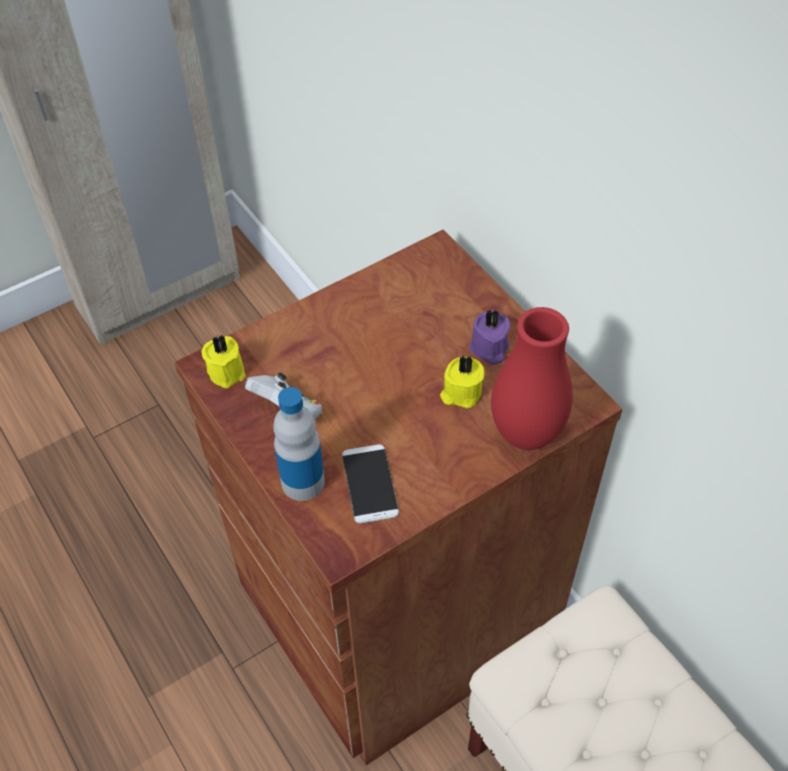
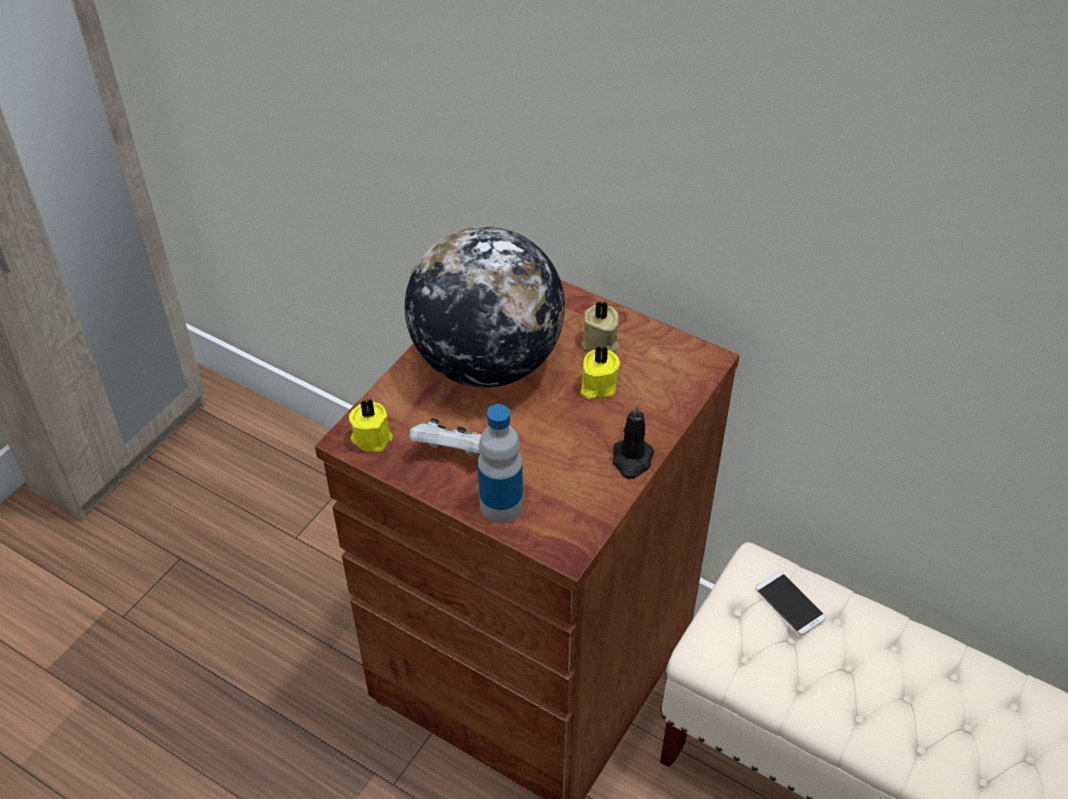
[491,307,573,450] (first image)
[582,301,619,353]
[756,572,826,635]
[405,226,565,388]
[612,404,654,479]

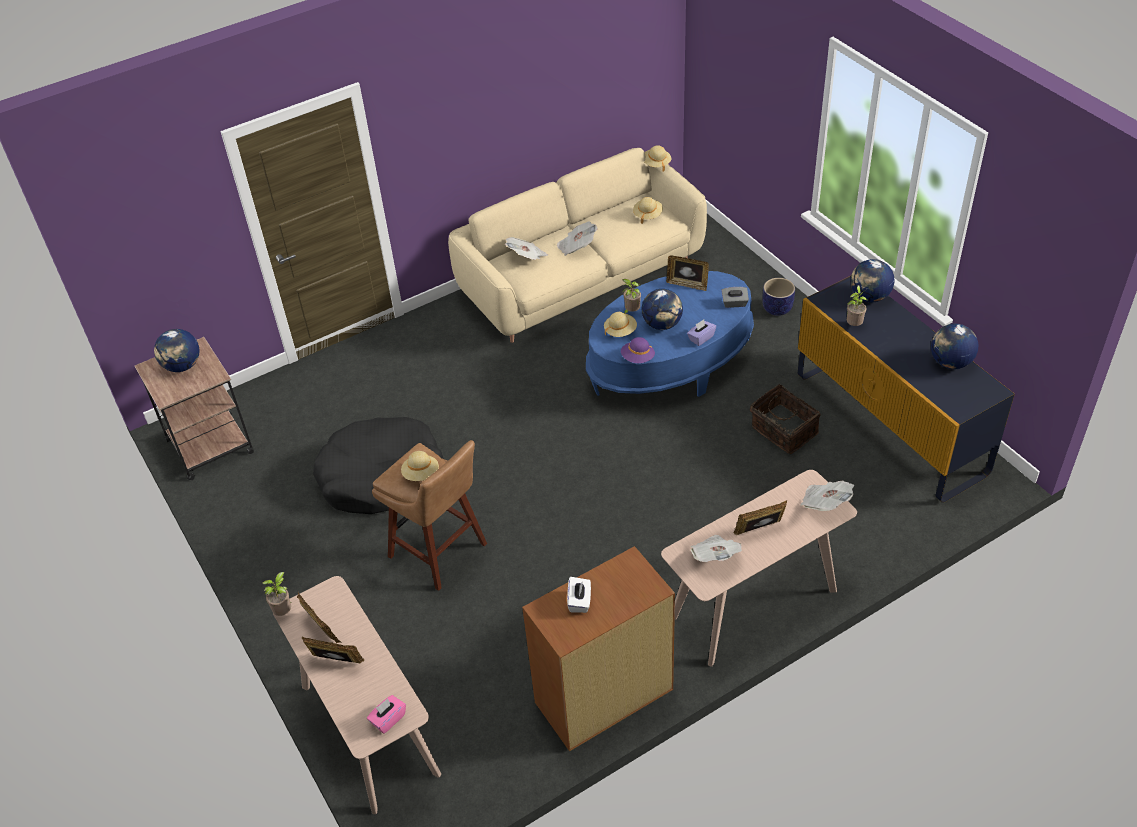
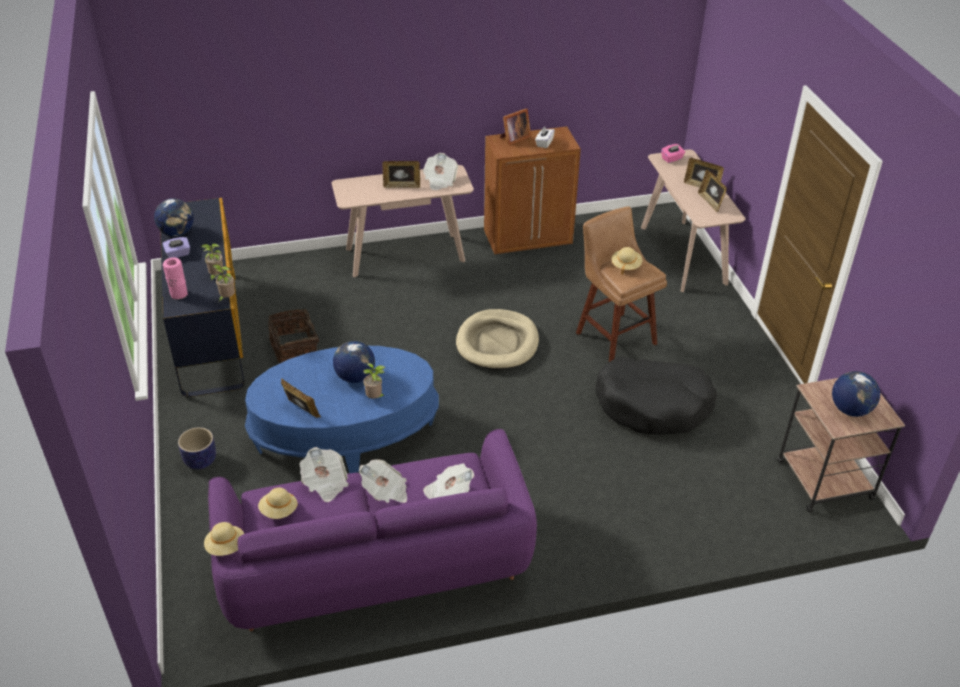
[208,429,537,631]
[163,258,188,300]
[721,287,749,308] (first image)
[604,312,637,337] (first image)
[162,237,190,258]
[621,337,655,363] (first image)
[299,447,349,502]
[212,265,235,302]
[500,108,531,145]
[456,309,539,370]

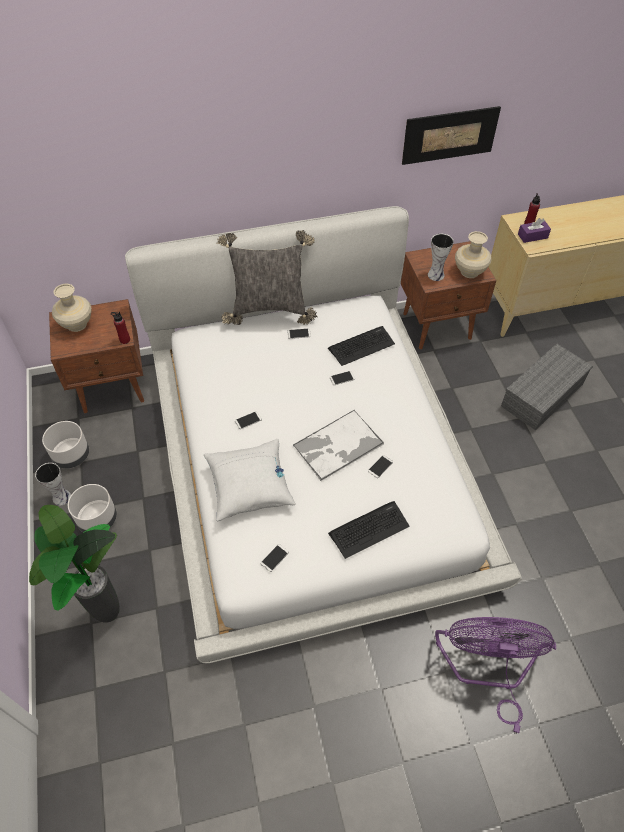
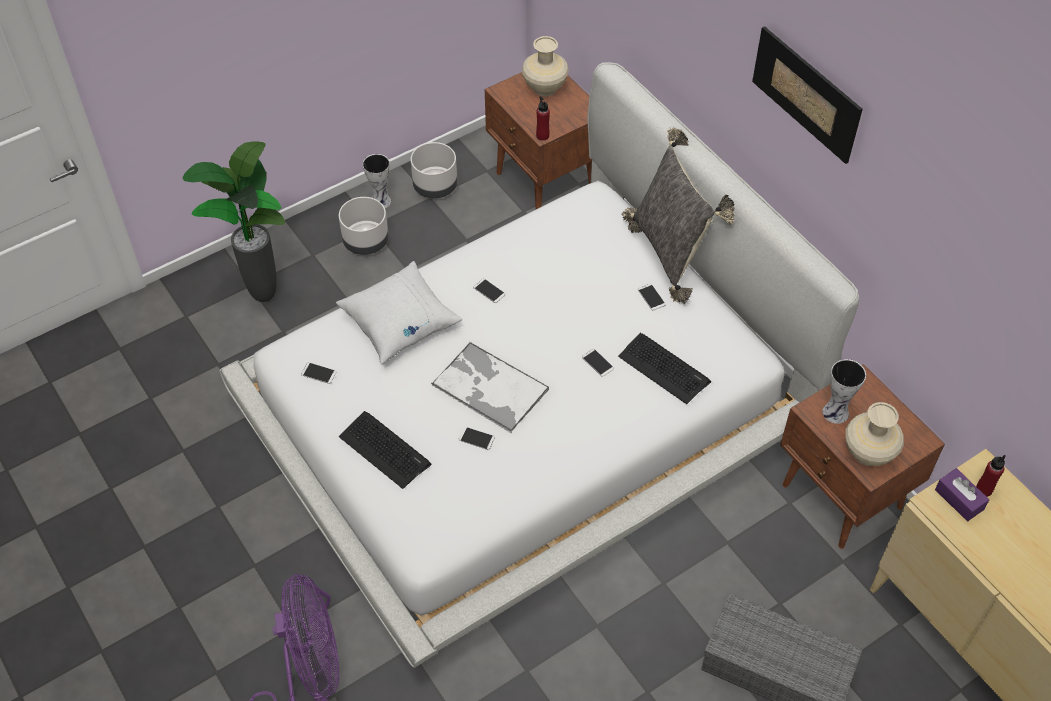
[752,26,863,164]

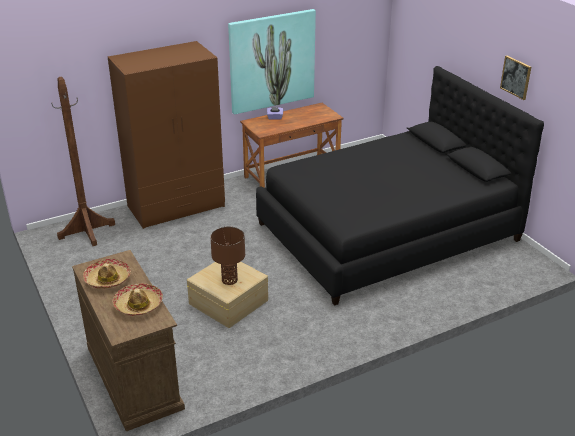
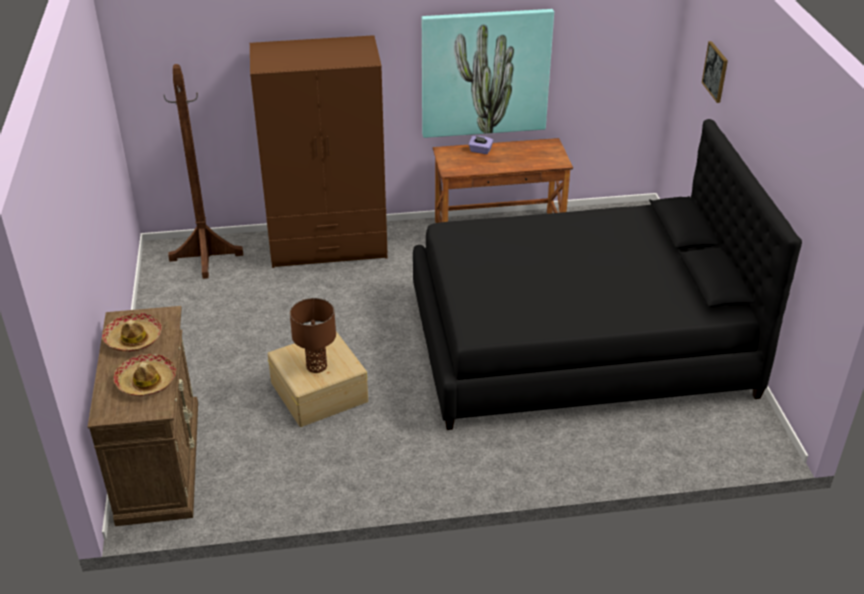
[702,41,728,103]

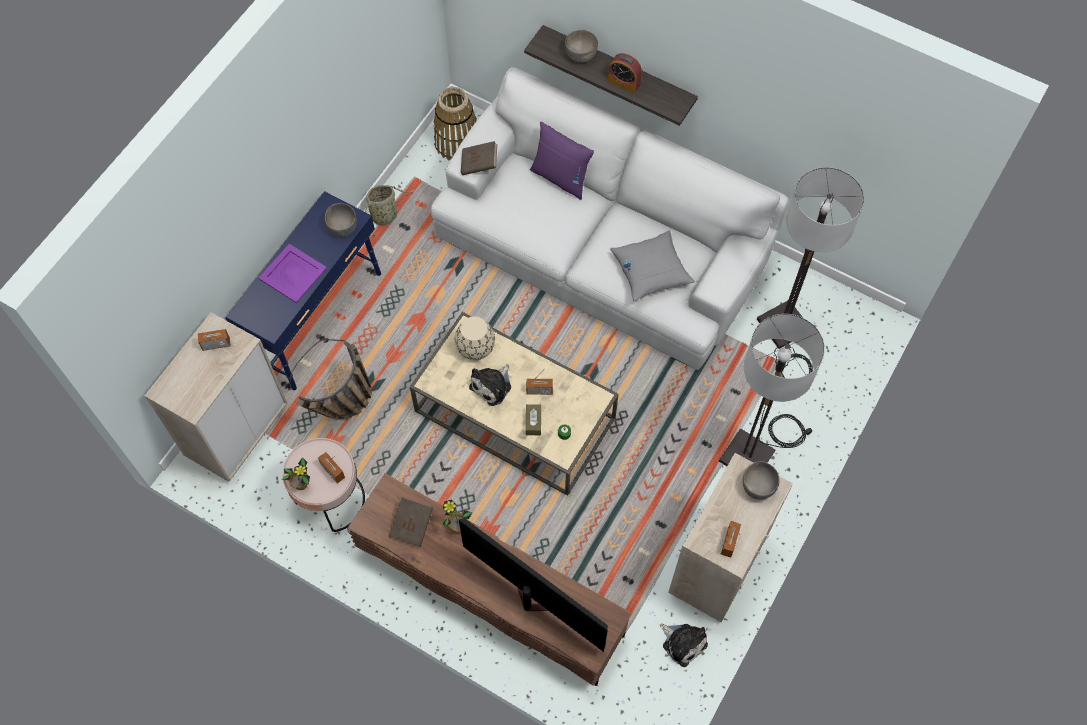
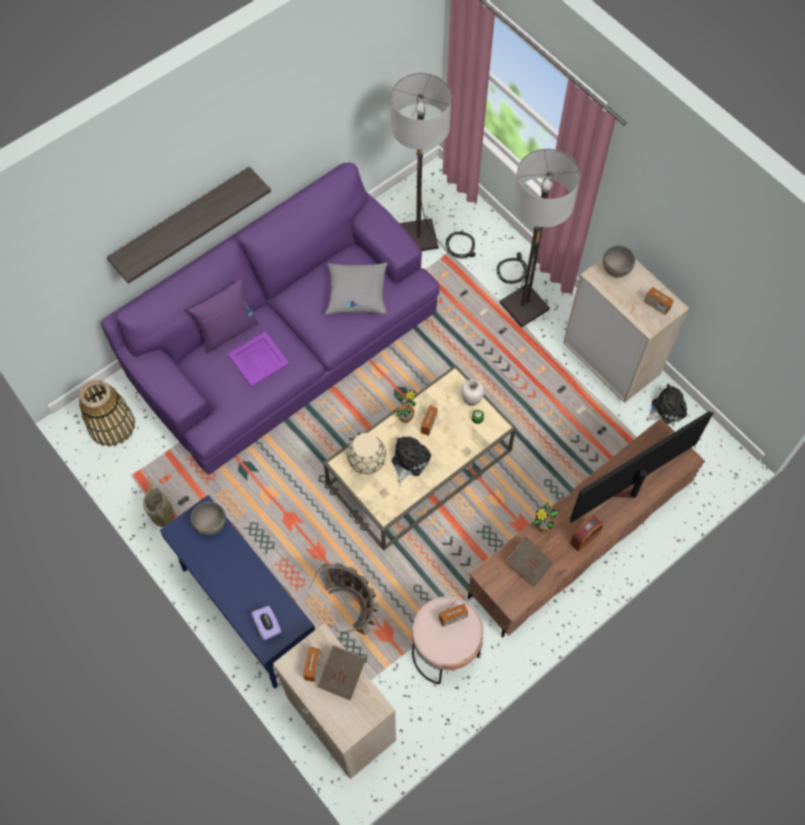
[565,30,598,63] (first image)
[570,515,603,552]
[101,163,440,475]
[318,645,366,700]
[228,332,289,387]
[392,436,431,484]
[526,404,541,435] (first image)
[396,390,416,423]
[461,379,484,406]
[251,606,281,640]

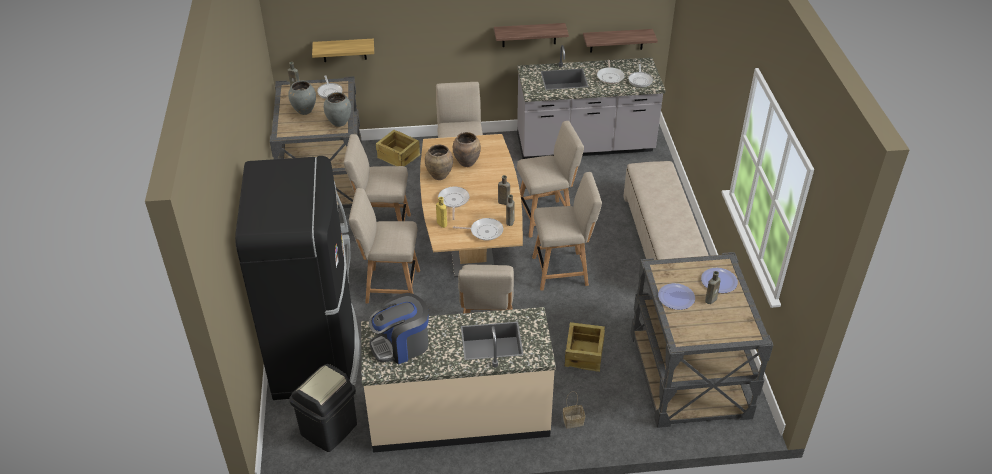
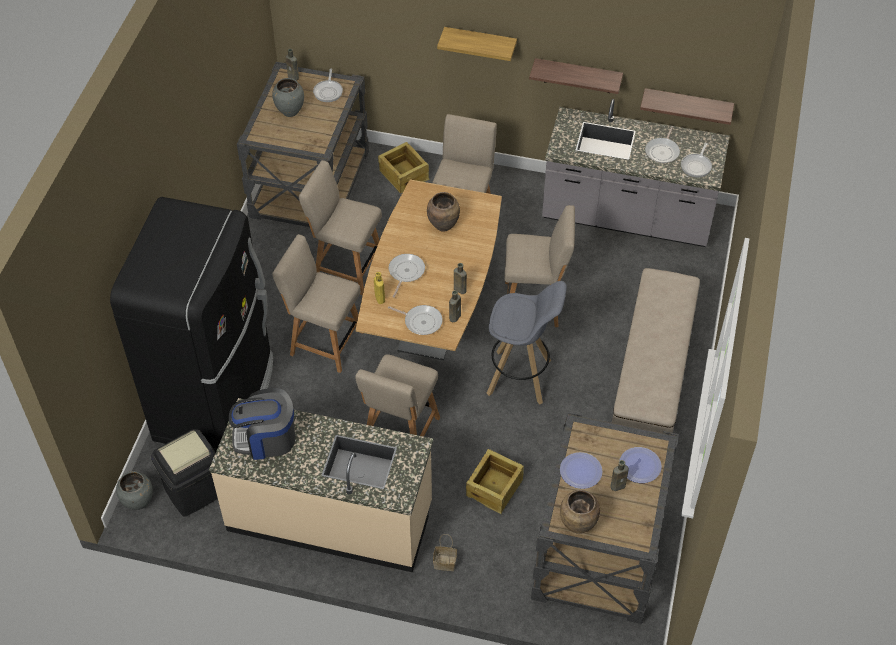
[437,27,517,61]
[116,471,153,510]
[560,490,600,534]
[487,281,567,405]

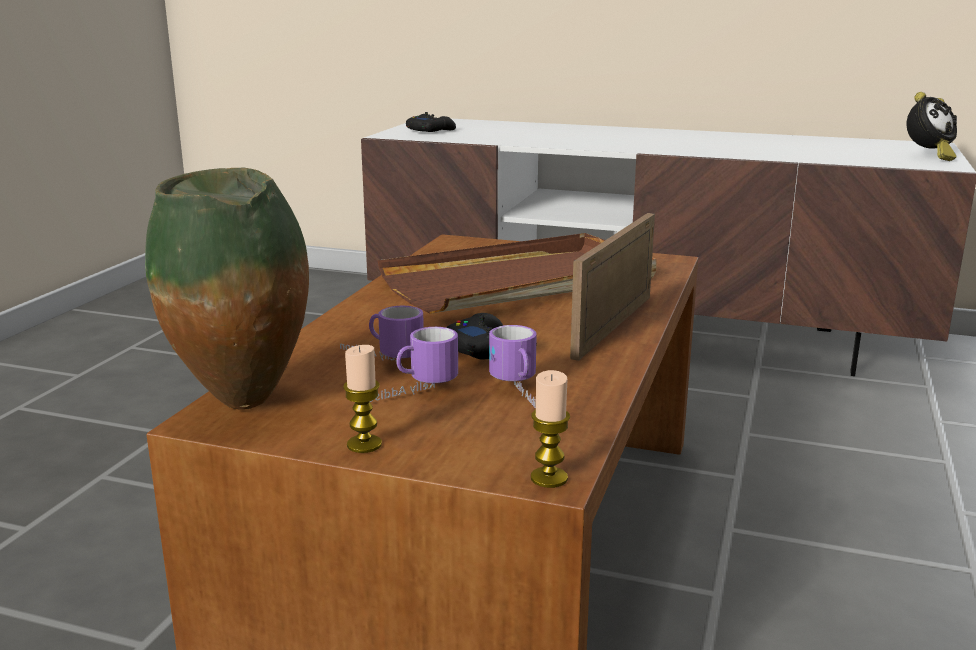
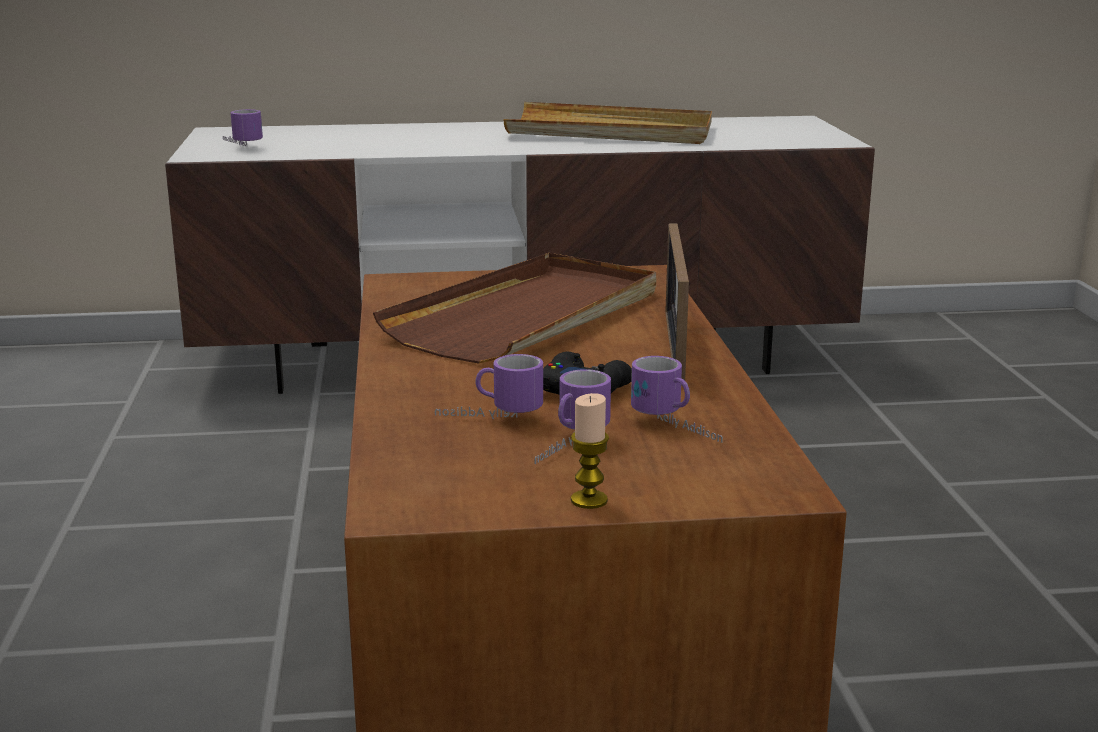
[907,92,957,161] (first image)
[223,109,263,146]
[145,168,309,410] (first image)
[531,370,570,488] (first image)
[503,102,712,144]

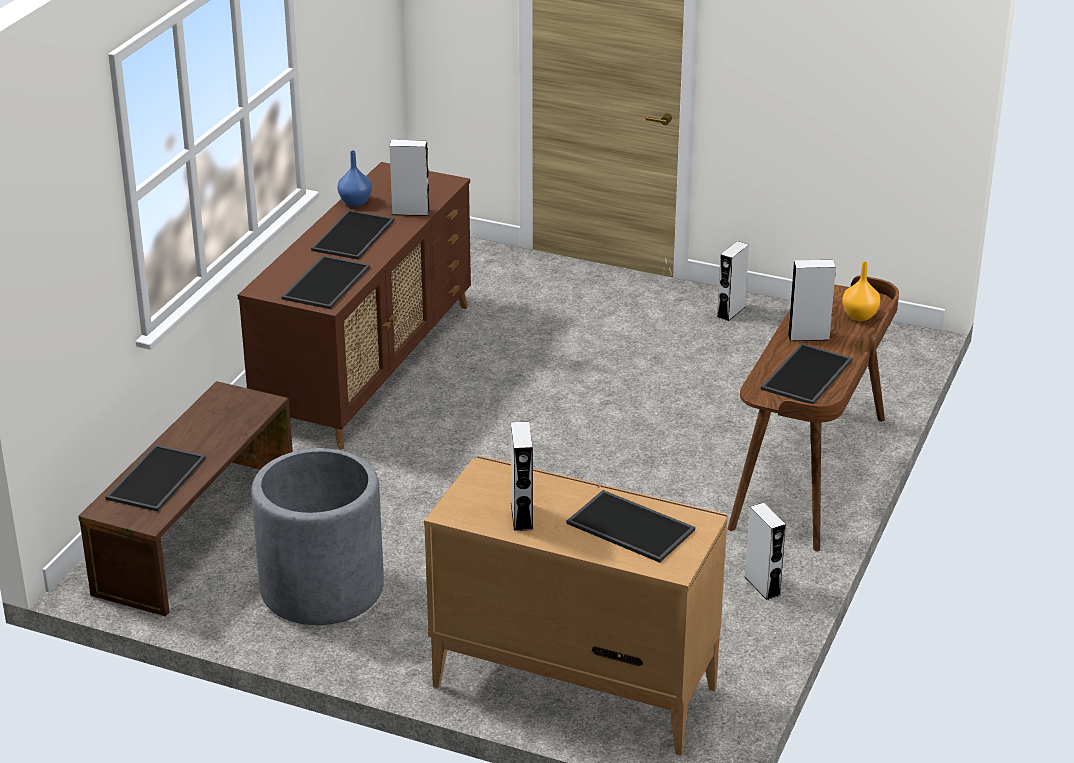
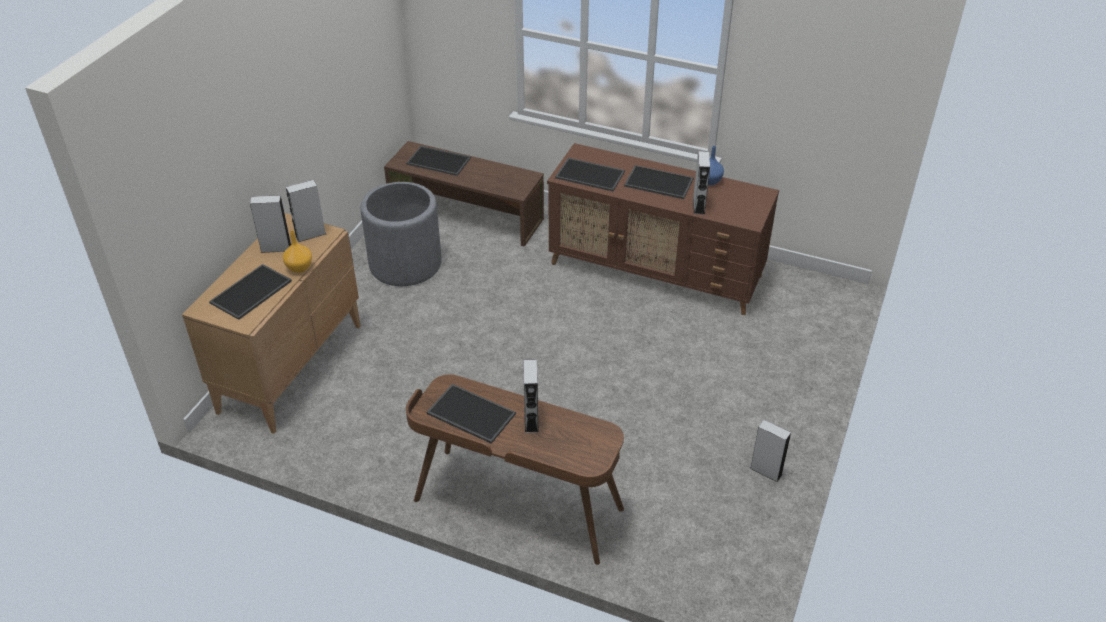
[283,230,312,273]
[286,180,326,242]

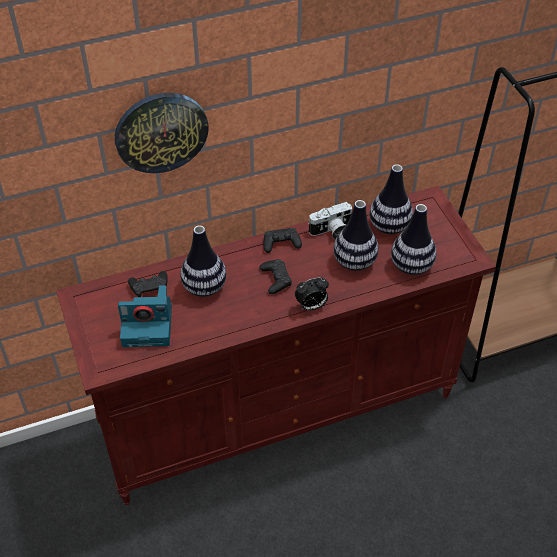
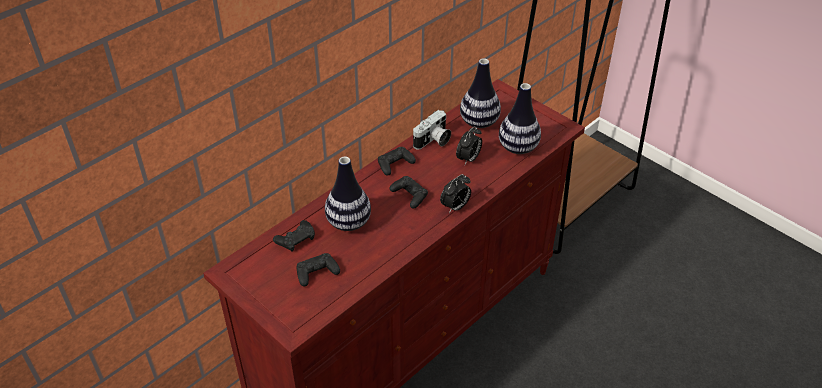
[115,93,209,173] (first image)
[456,126,482,165]
[297,253,340,287]

